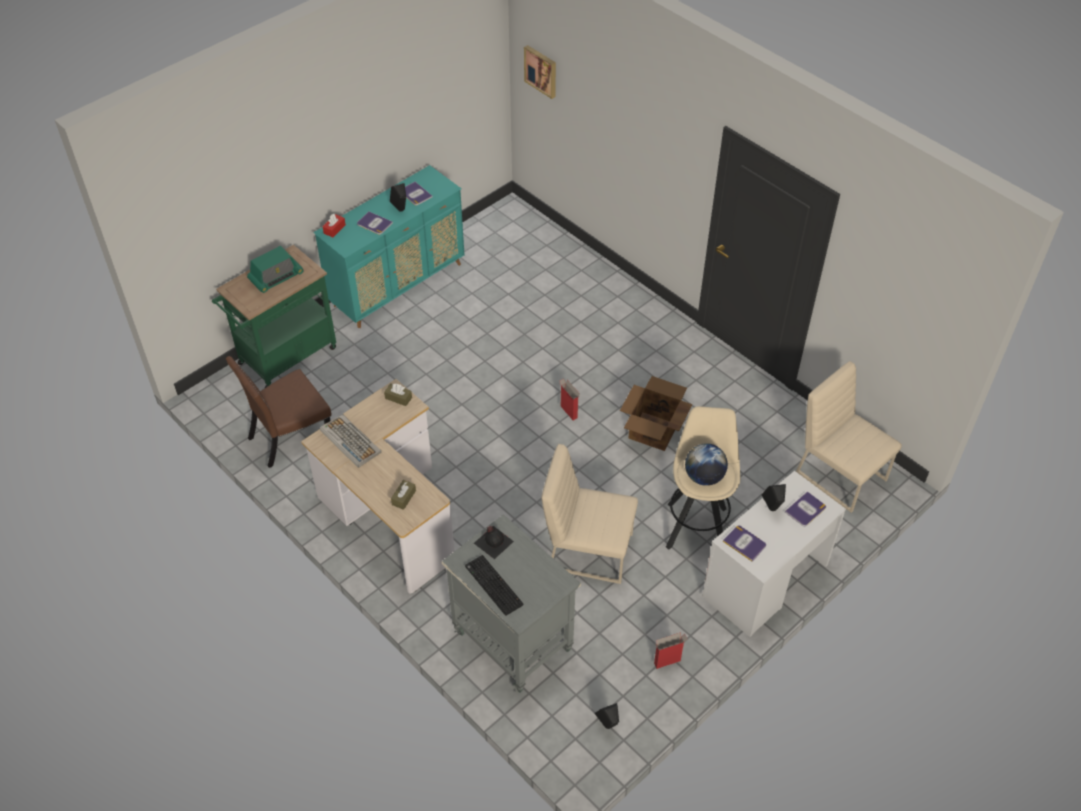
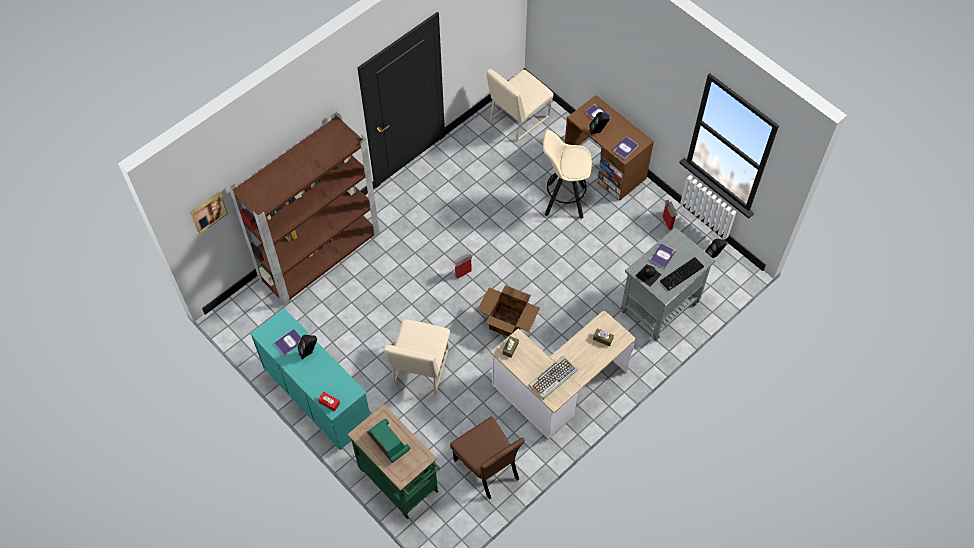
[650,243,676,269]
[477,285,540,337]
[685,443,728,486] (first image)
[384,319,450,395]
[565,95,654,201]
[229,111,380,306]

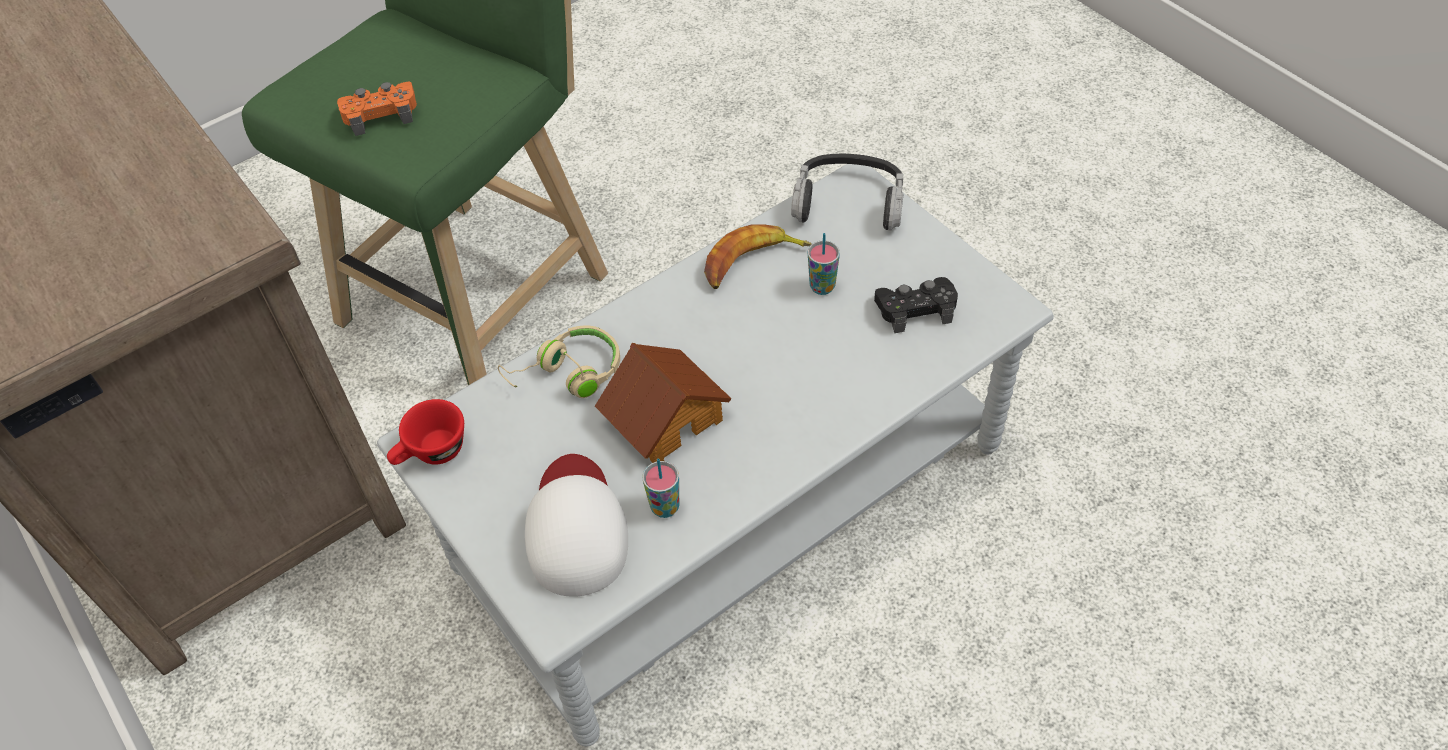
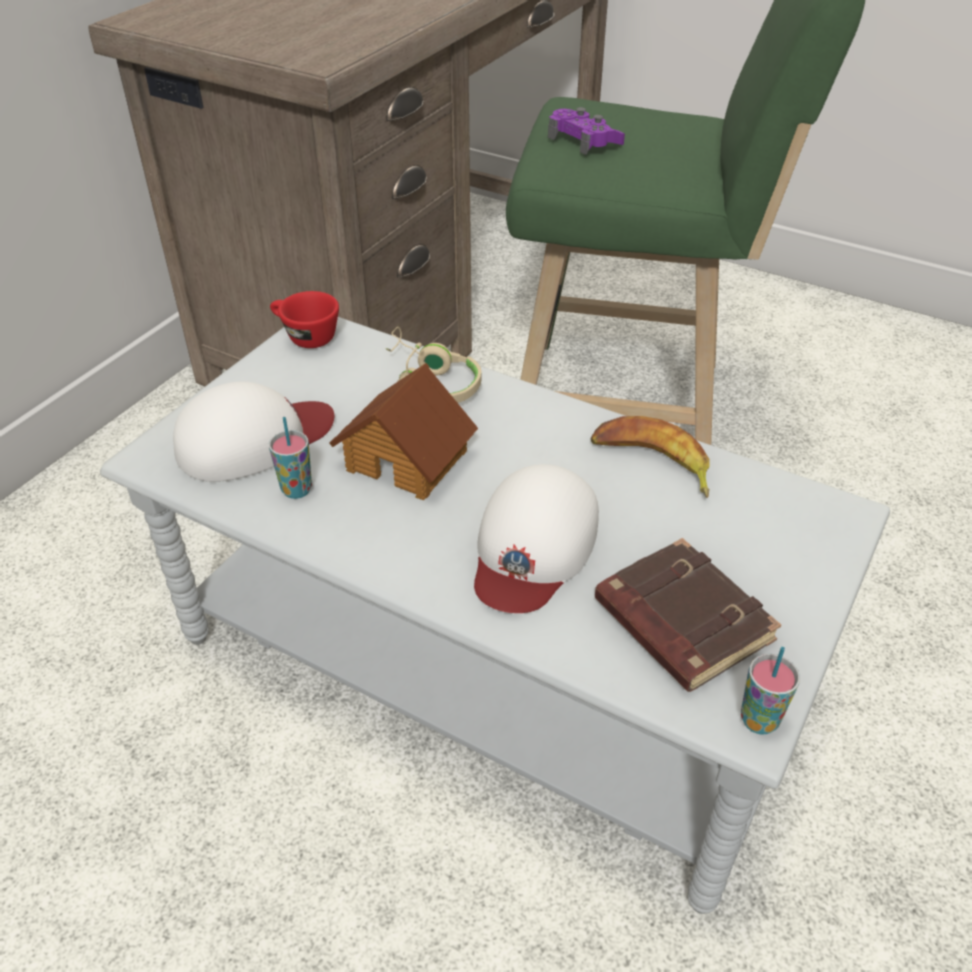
[548,107,625,155]
[791,154,904,231] (first image)
[741,647,800,735]
[595,538,781,692]
[474,464,599,613]

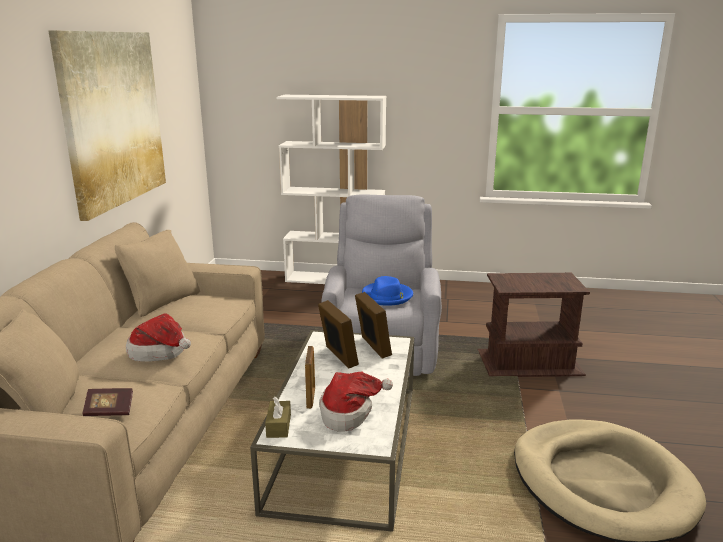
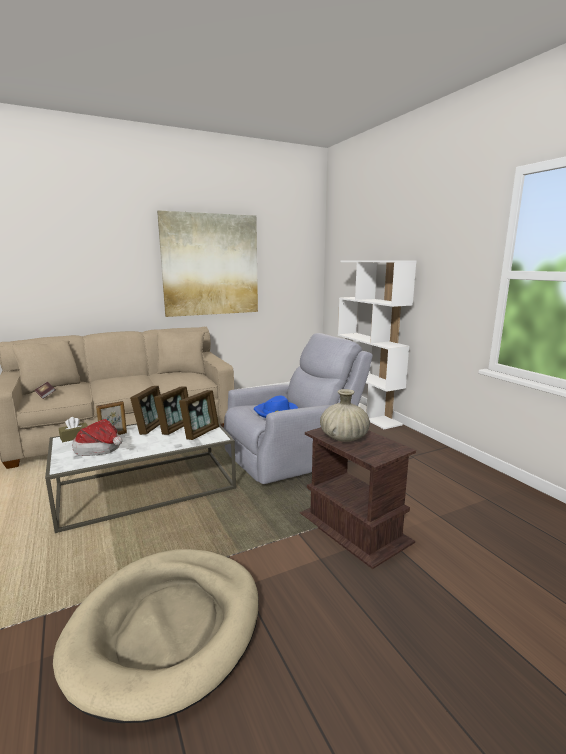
[126,313,191,362] (first image)
[130,386,160,435]
[320,389,370,442]

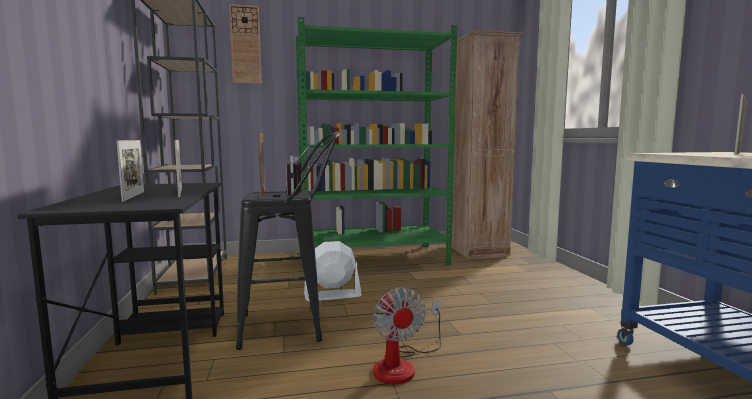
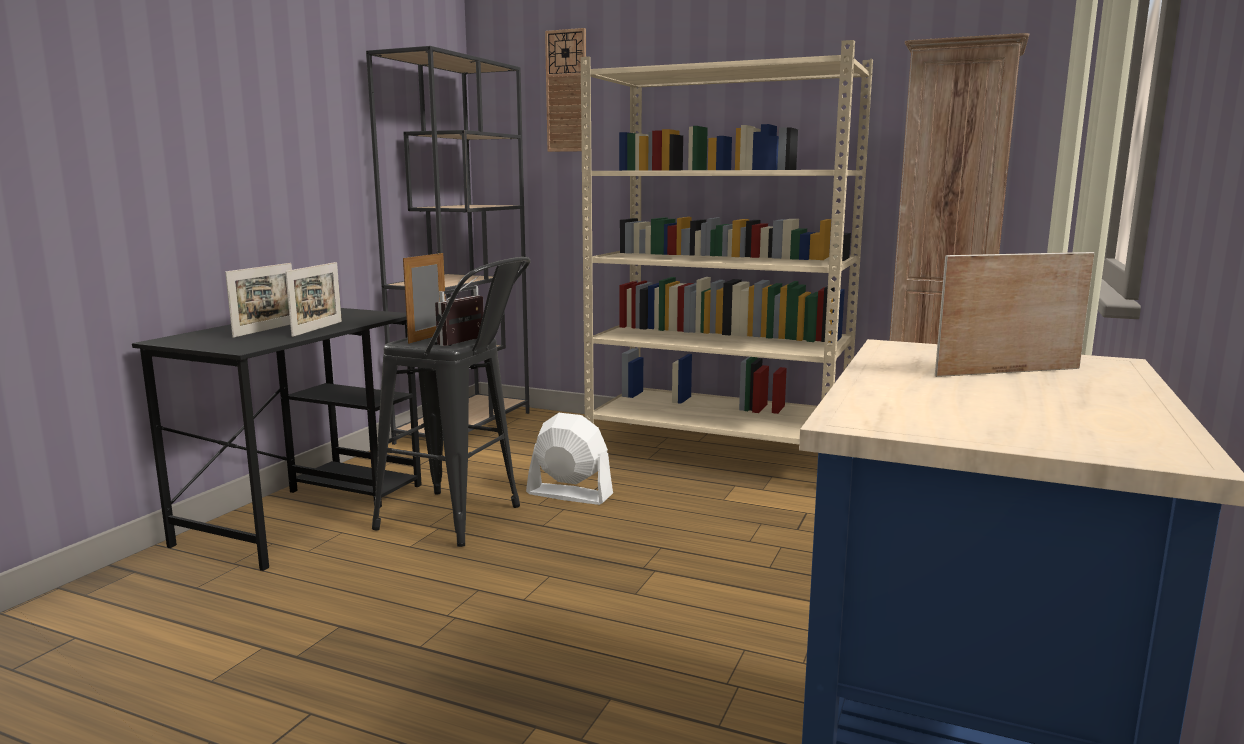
[581,40,873,444]
[373,288,441,384] (first image)

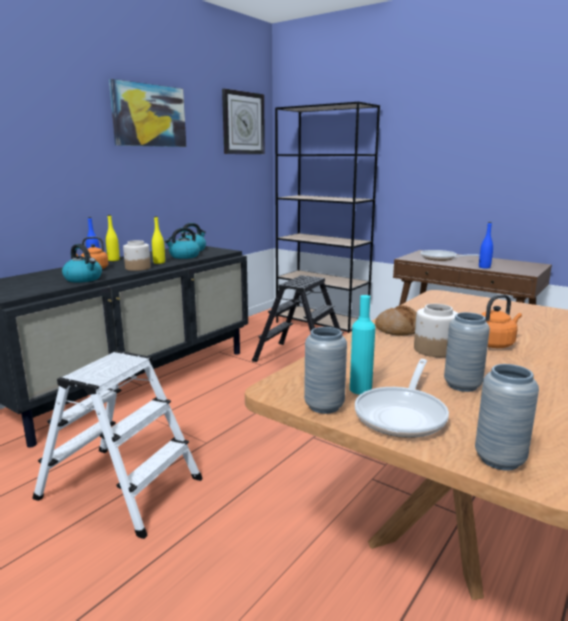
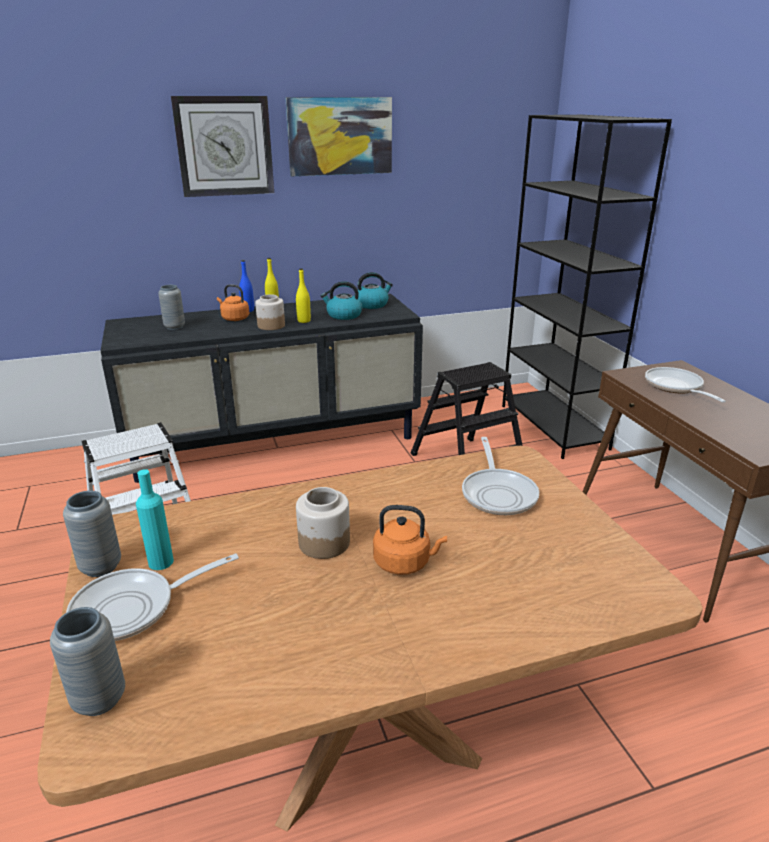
[171,96,274,197]
[502,115,672,459]
[479,222,493,269] (first image)
[62,244,102,283] (first image)
[375,305,417,336] (first image)
[158,285,185,330]
[462,437,539,515]

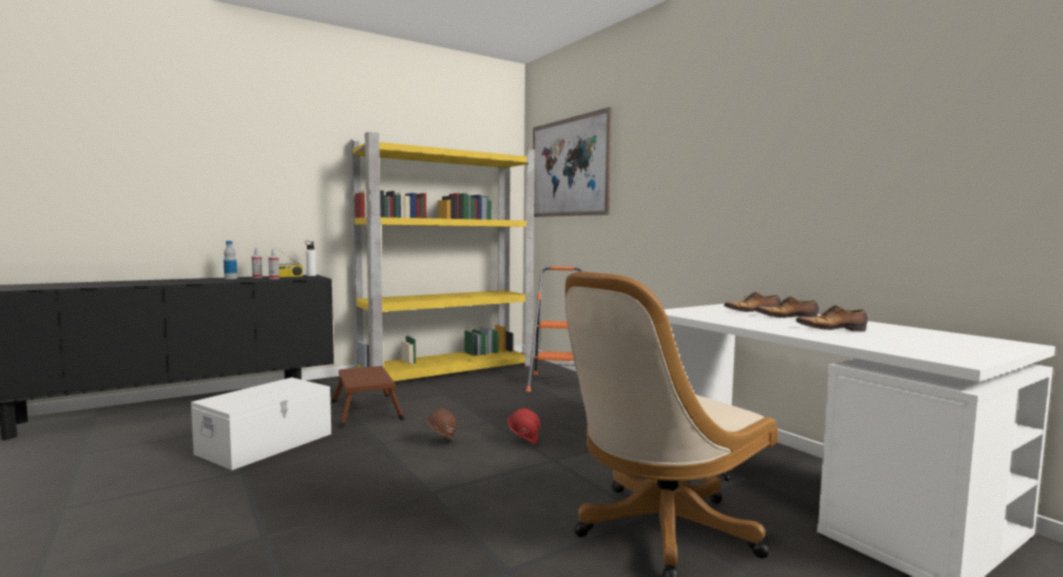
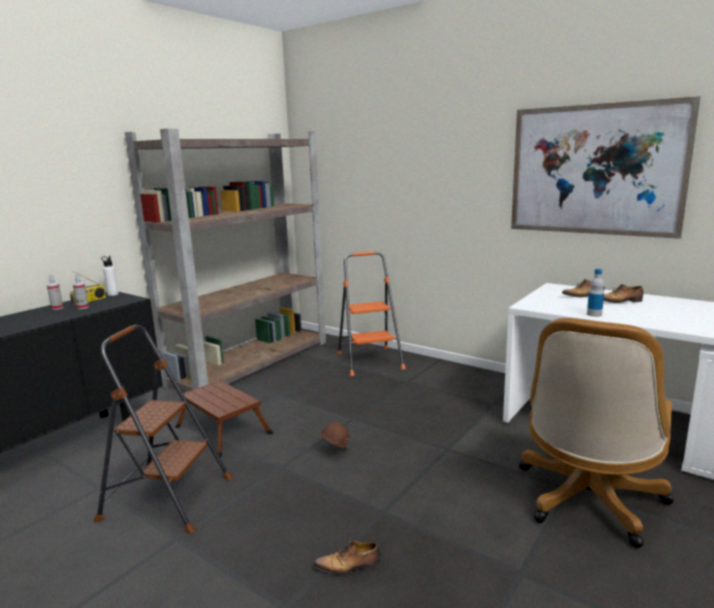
[511,96,701,239]
[125,129,326,391]
[587,269,604,317]
[314,541,380,575]
[94,325,233,534]
[507,408,540,445] (first image)

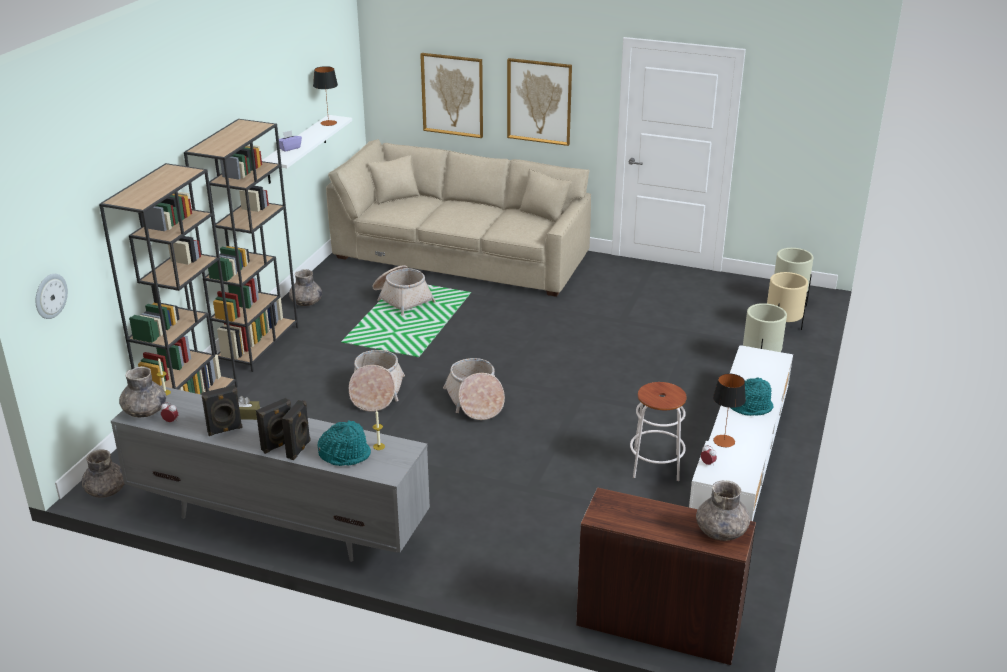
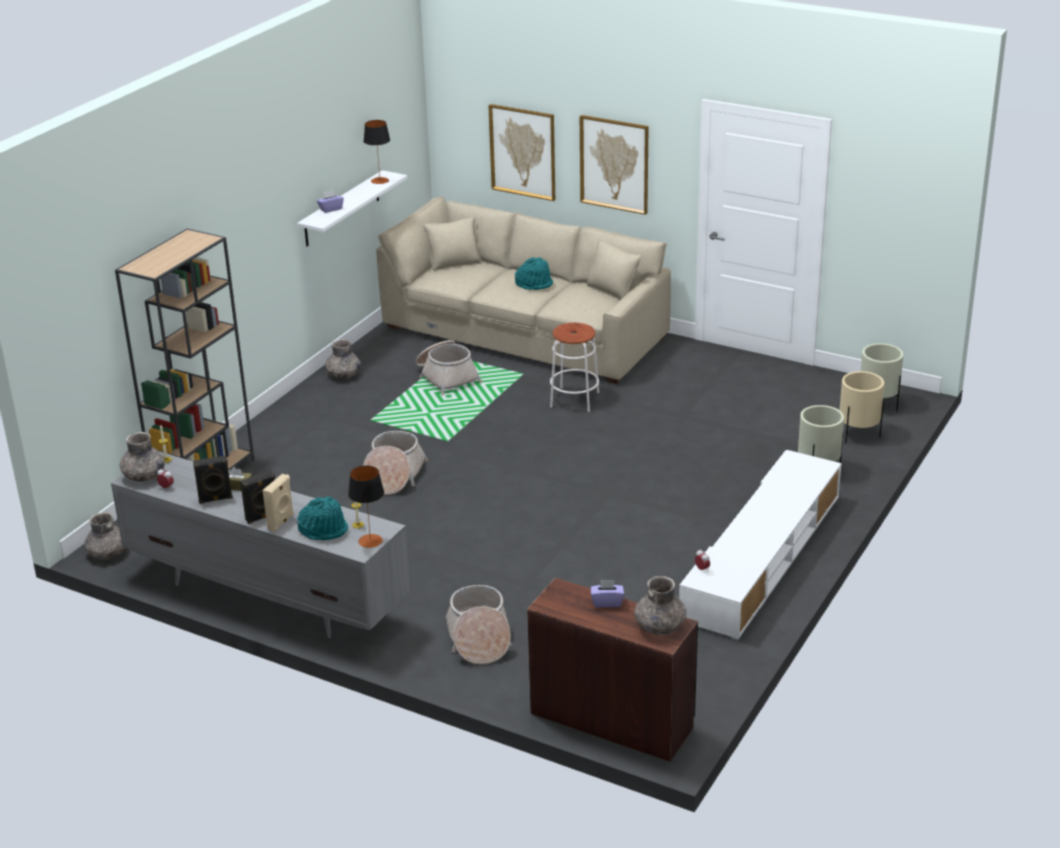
[184,119,299,372] (first image)
[36,274,68,319] (first image)
[445,585,512,664]
[348,466,384,548]
[515,257,553,290]
[550,323,599,412]
[263,474,294,532]
[591,580,624,607]

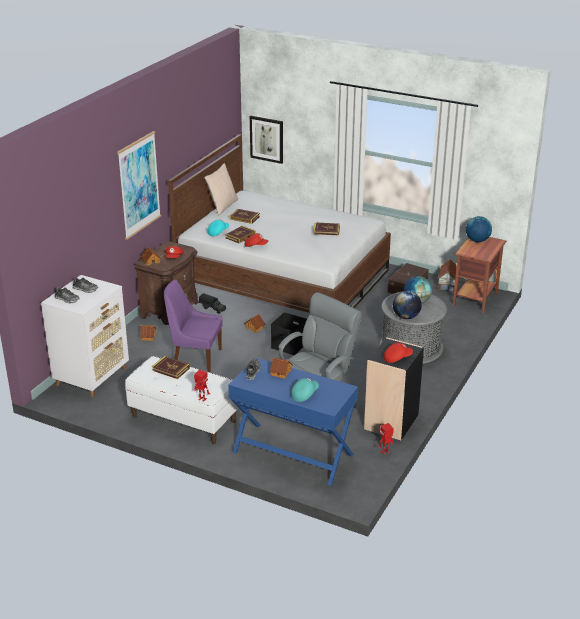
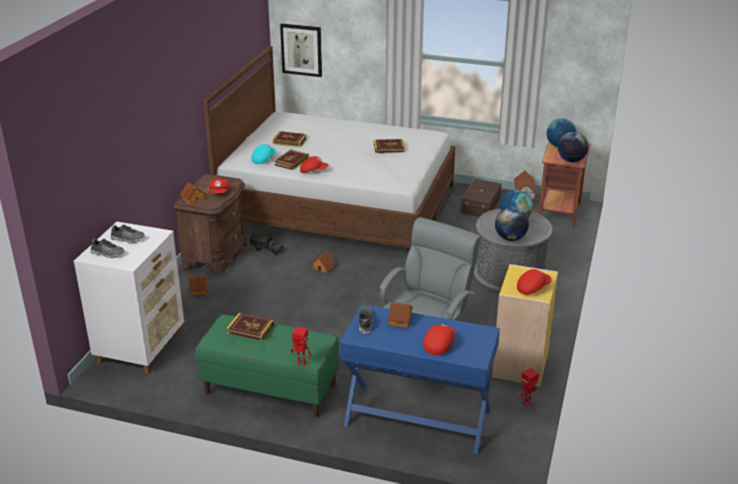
[117,131,161,240] (first image)
[204,163,238,215] (first image)
[164,279,222,372] (first image)
[271,312,307,355] (first image)
[492,264,558,386]
[195,314,339,417]
[423,324,456,355]
[558,132,589,162]

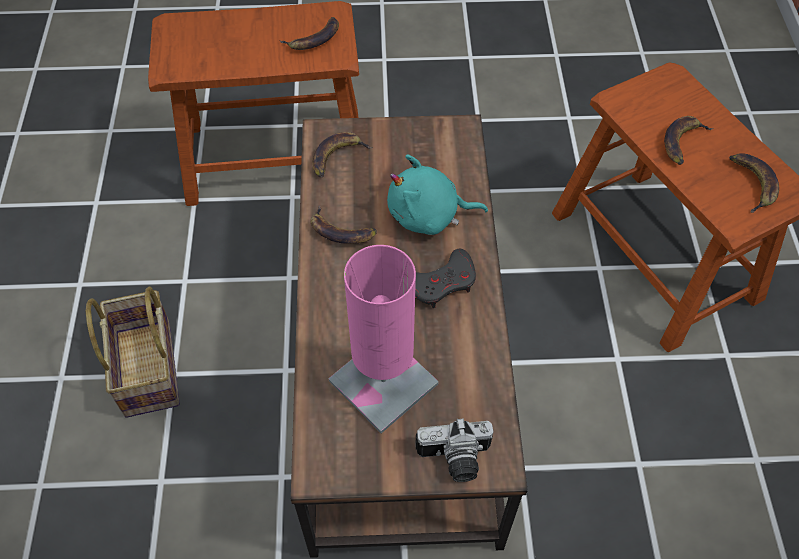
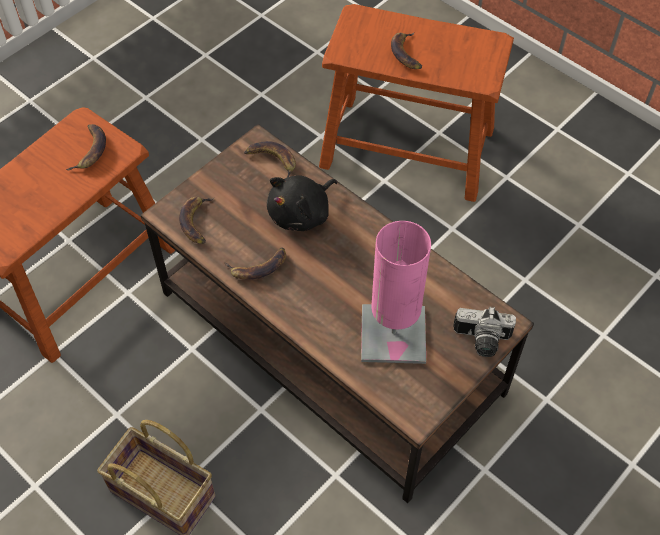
[244,141,296,177]
[267,175,338,231]
[415,249,476,308] (first image)
[453,307,516,357]

